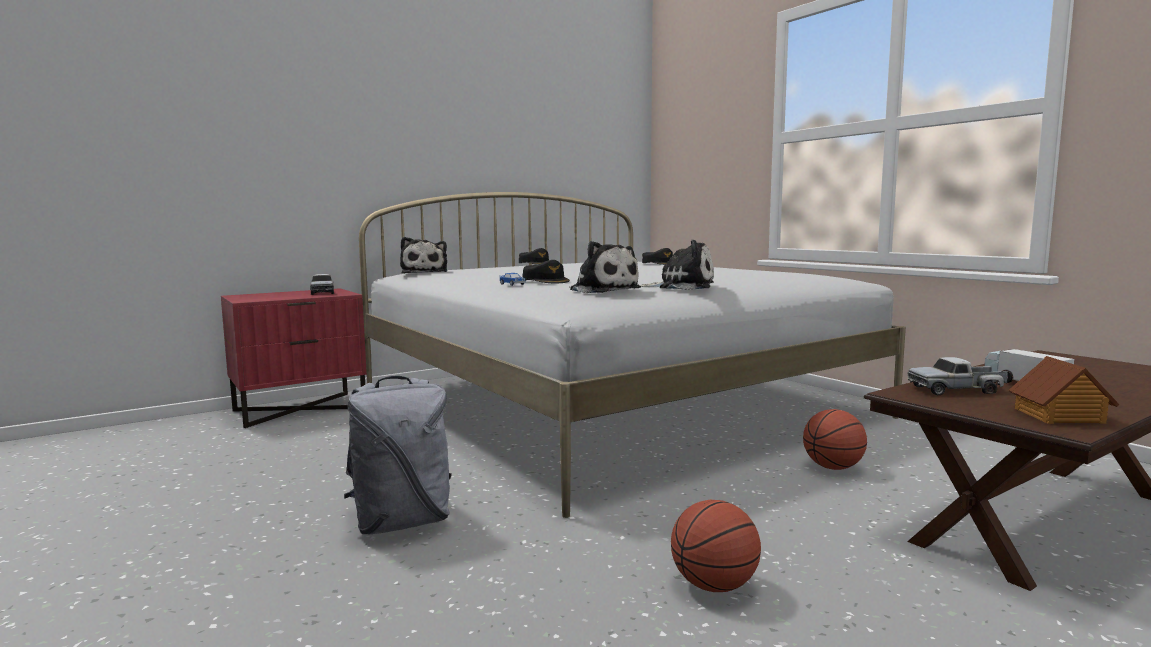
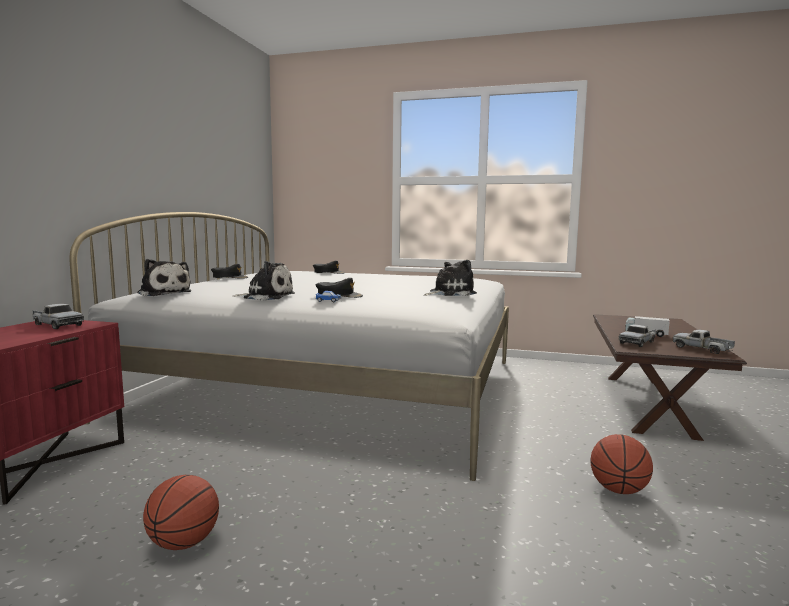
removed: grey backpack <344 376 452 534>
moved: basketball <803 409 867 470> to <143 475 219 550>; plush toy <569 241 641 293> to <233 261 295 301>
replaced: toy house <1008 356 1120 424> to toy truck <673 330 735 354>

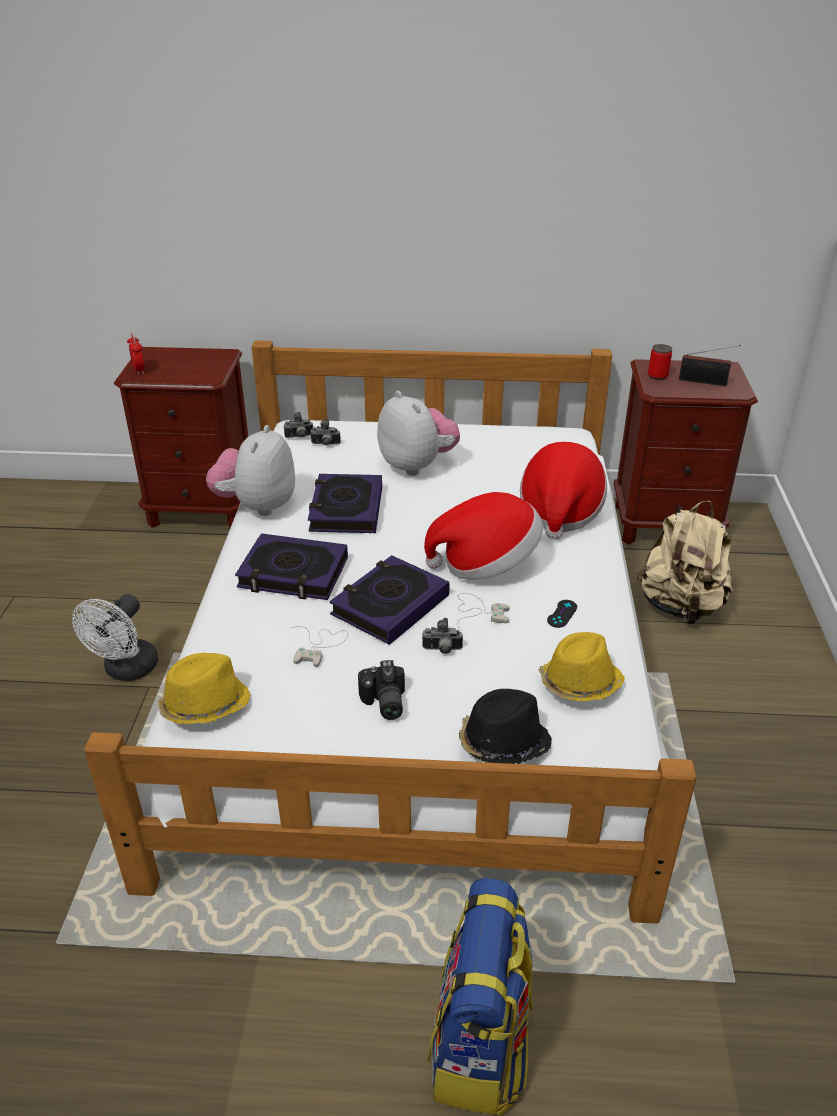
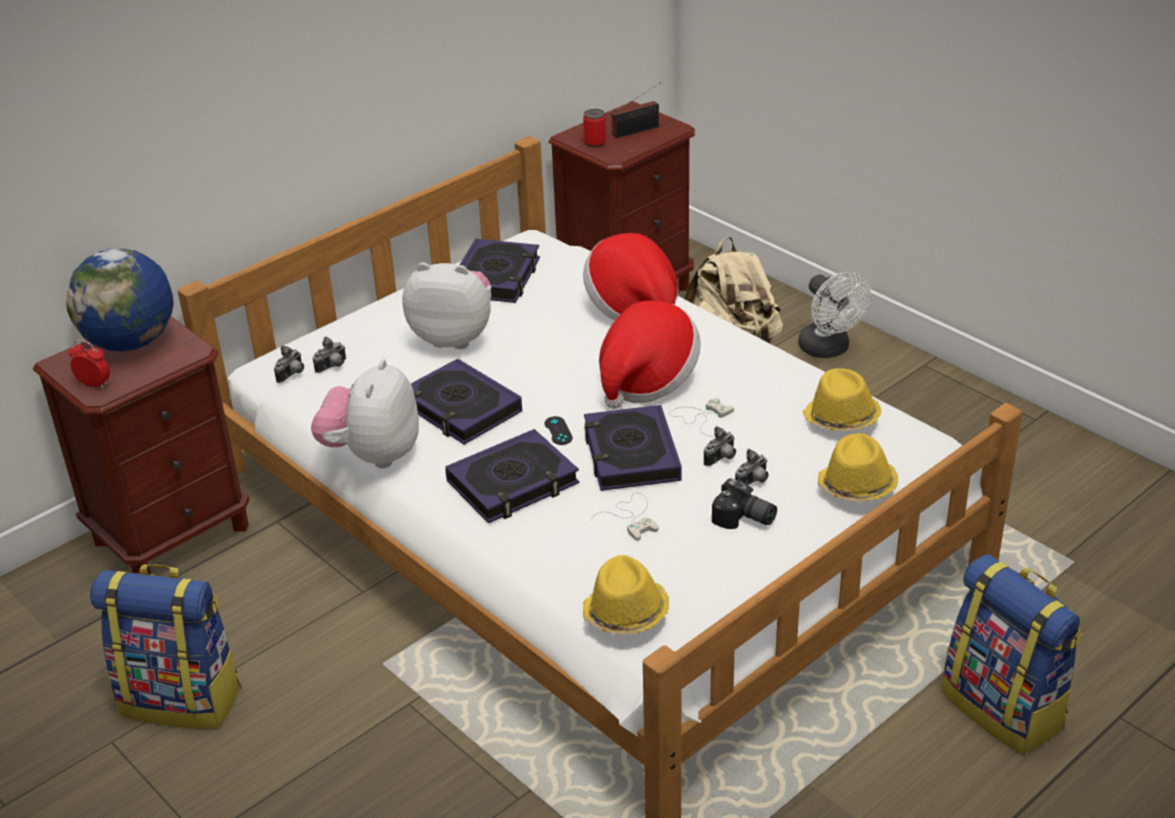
added: globe <66 248 174 352>; backpack <90 564 241 729>; book <460 239 540 303>; photo camera <735 449 769 485>
moved: black game controller <547 600 577 628> to <545 416 573 445>; white fan <72 594 158 681> to <798 272 871 358>
recoloured: black hat <459 689 552 764> to yellow hat <817 433 898 502>
turned: plush toy <206 425 295 516> = <311 359 419 468> 45 degrees clockwise

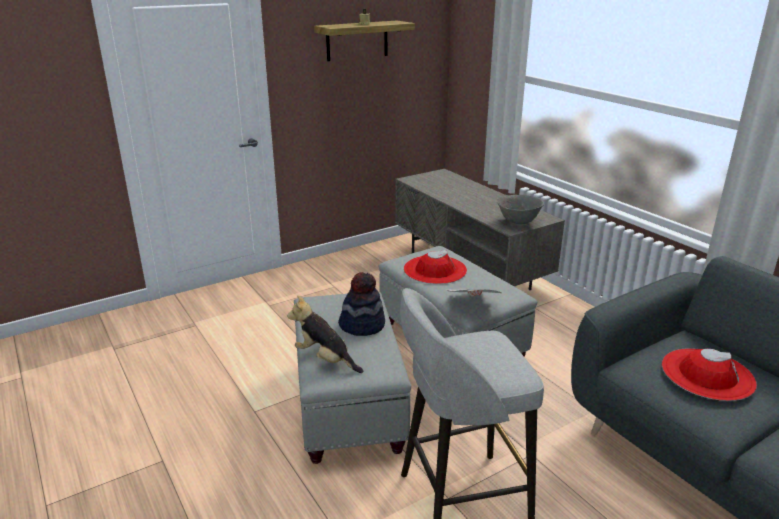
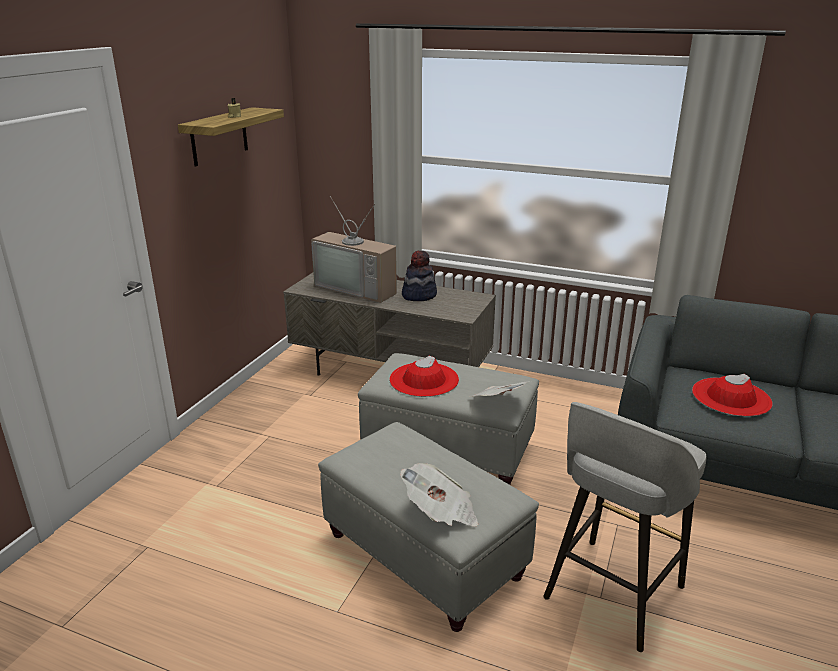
removed: grey bowl <497 195 544 224>
added: television <311 196 397 303>
moved: hat <338 272 385 336> to <402 251 437 301>
replaced: plush toy <287 295 363 373> to newspaper <400 463 478 526>

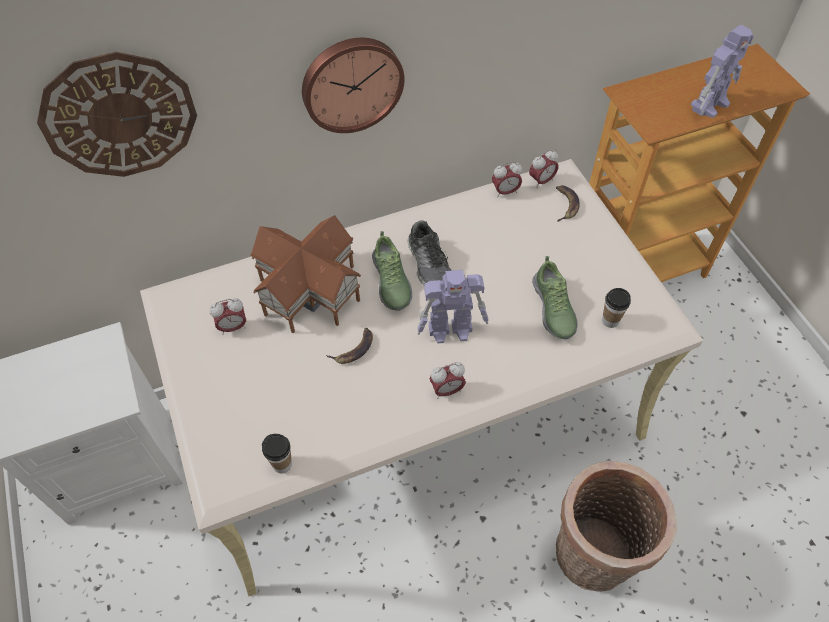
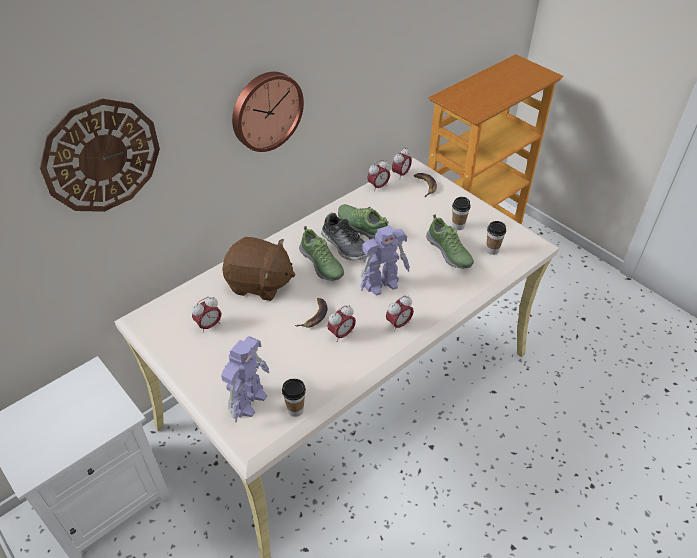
removed: basket <556 461 677 592>
added: alarm clock <327 305 356 342>; shoe <338 204 389 240>; cup <452 197 470 230>
moved: toy robot <691 25 754 118> to <221 336 269 422>
replaced: toy house <250 215 361 333> to brown plush toy <222 237 295 301>

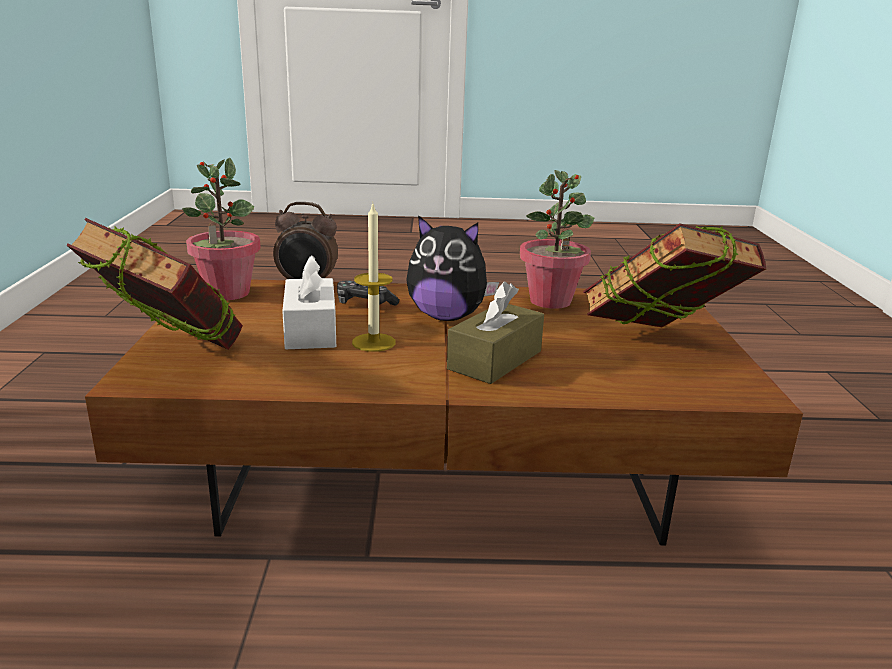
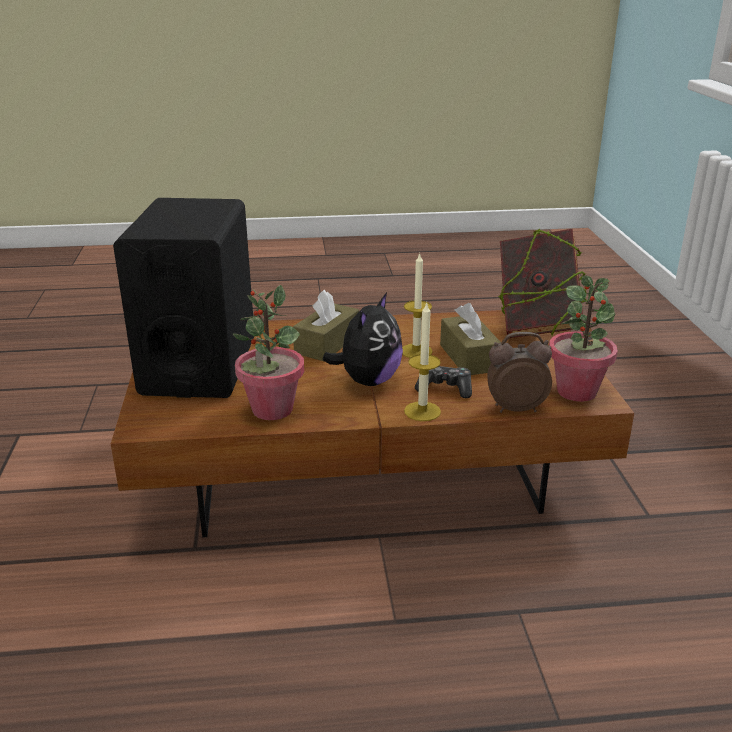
added: candle <404 301 441 421>
replaced: book <583 223 766 327> to black speaker <113 198 254 398>
recoloured: white tissue box <282 255 336 349> to brown tissue box <440 303 501 375>
turned: plush toy <406 215 499 321> = <323 293 403 386> 105 degrees clockwise

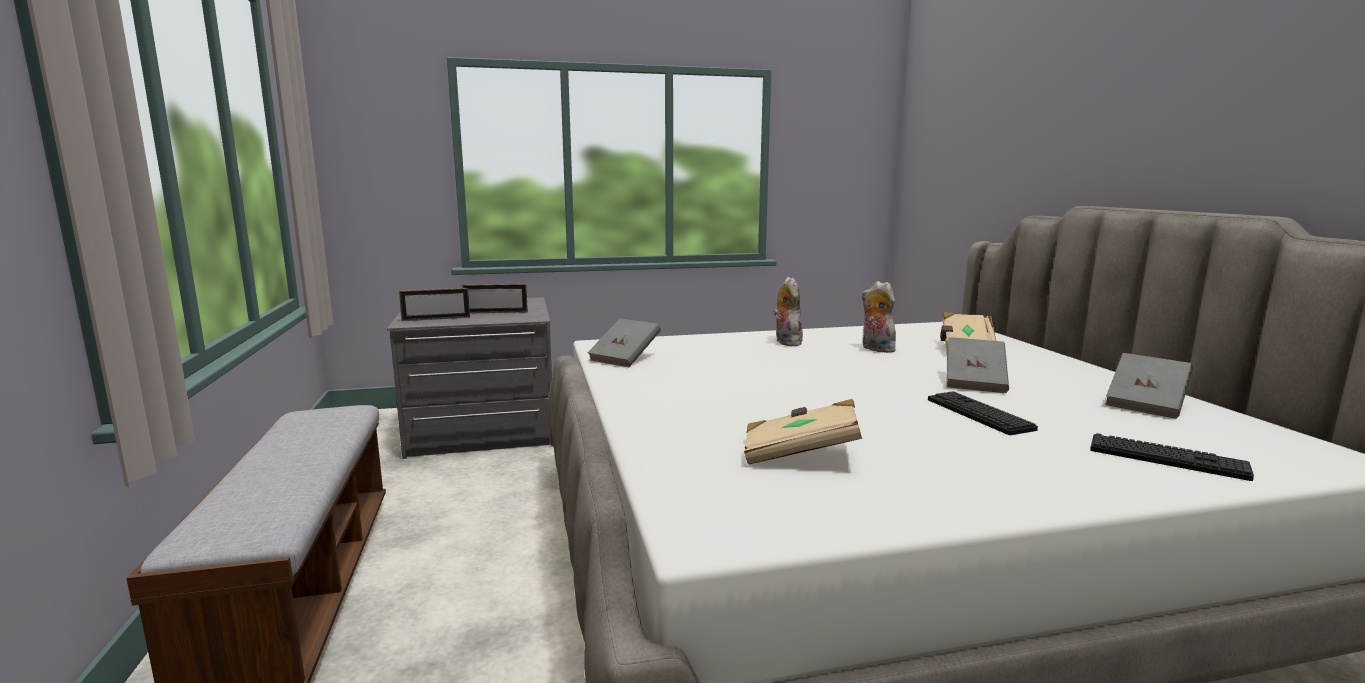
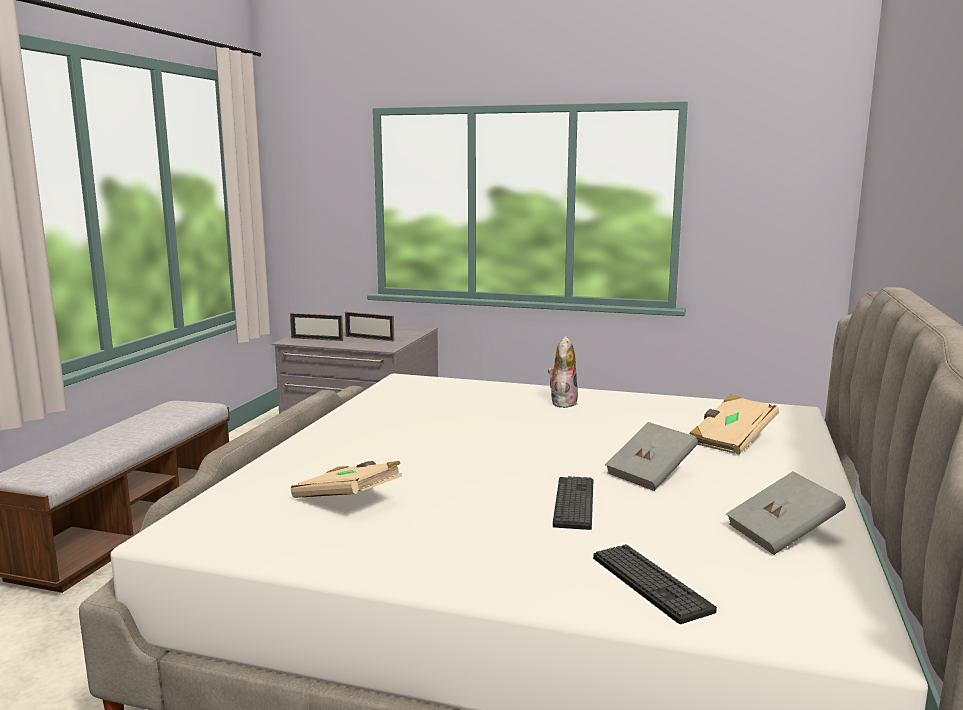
removed: grey book <587 318 661 367>; plush toy <862 281 896 353>

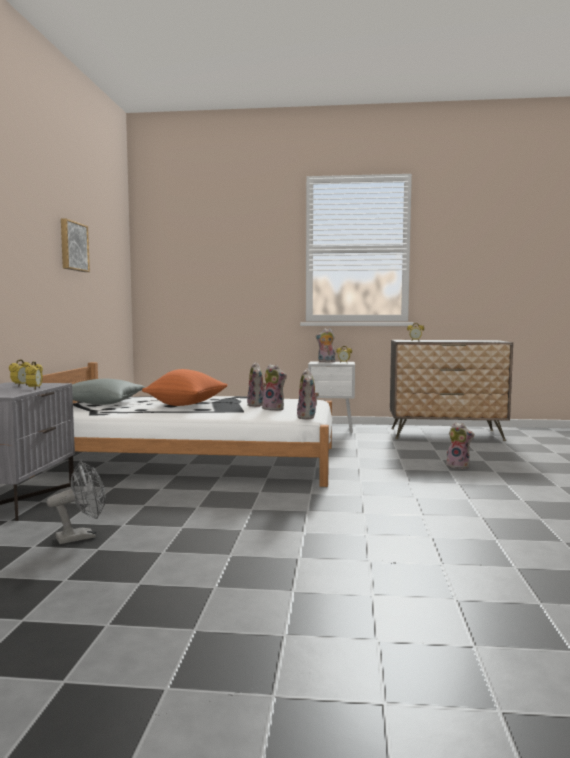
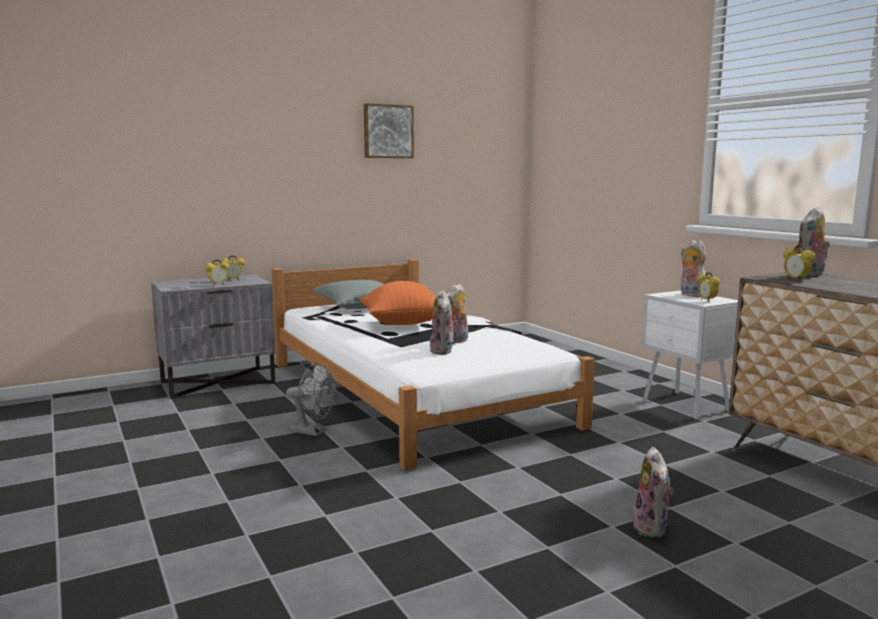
moved: grey fan <47 461 105 544> to <286 363 336 436>; plush toy <297 368 319 420> to <797 207 830 276>

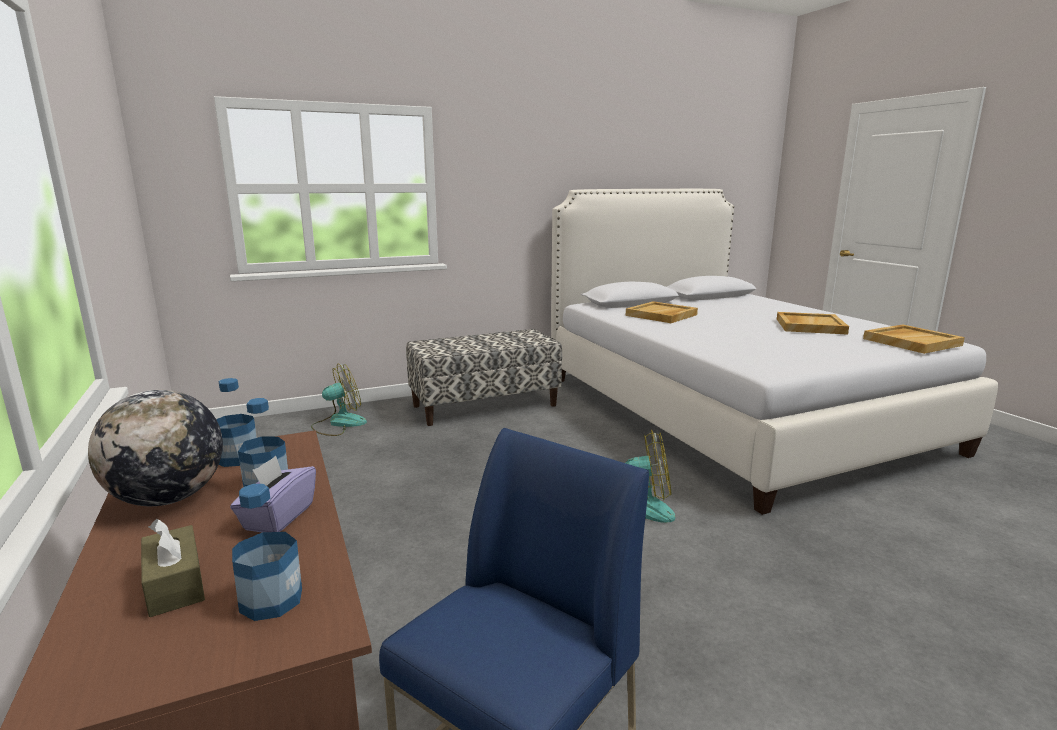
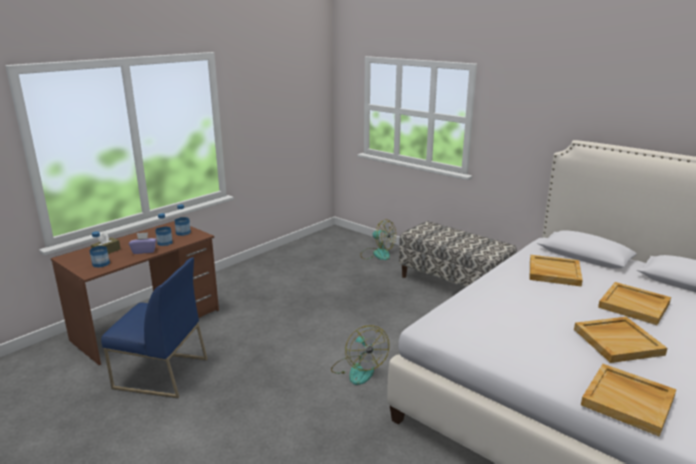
removed: globe <88 390 223 506>
added: beige tray <598 282 671 325>

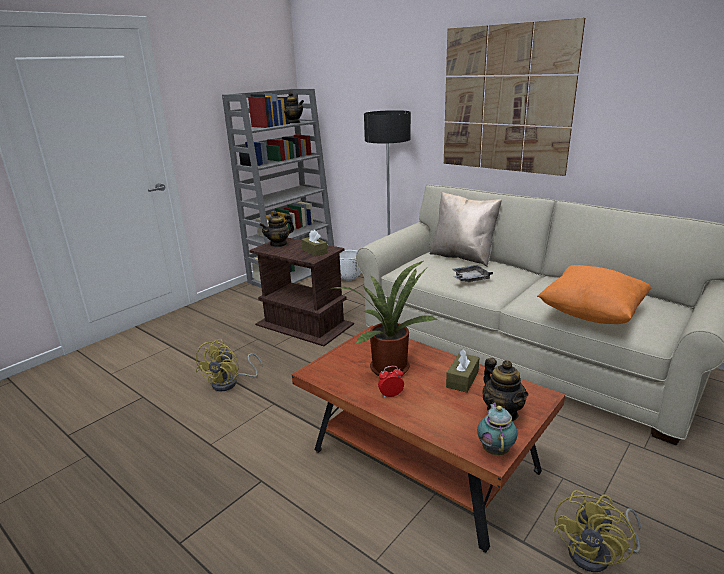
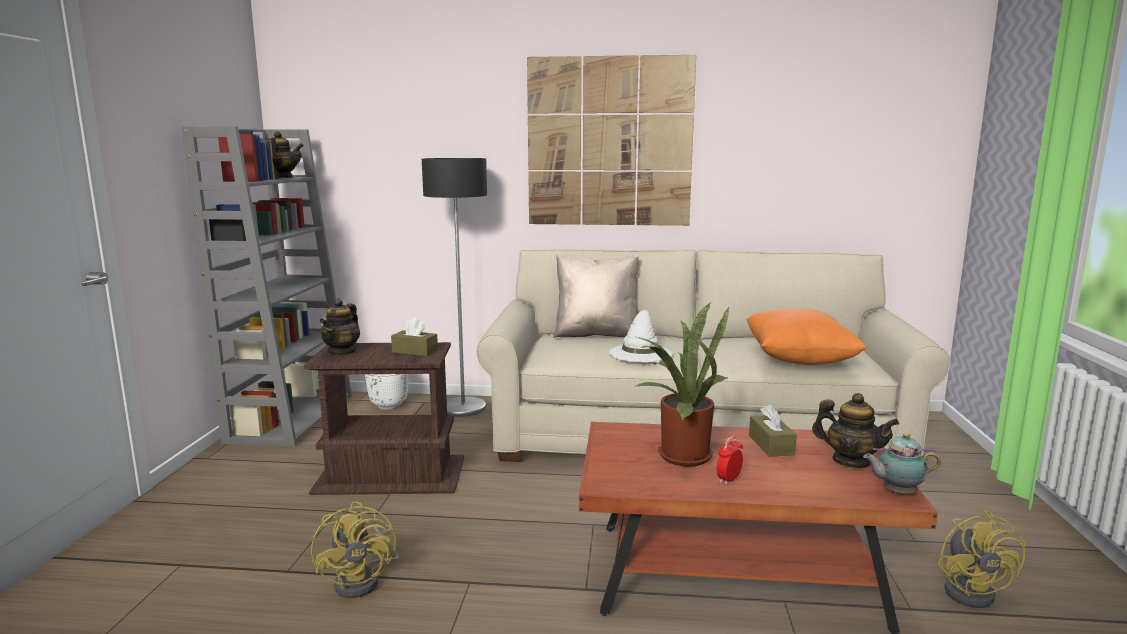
replaced: grey tray <452 265 493 282> to white hat <609 310 672 362>
turned: teapot <477 402 517 455> = <863 433 941 494> 60 degrees counterclockwise

